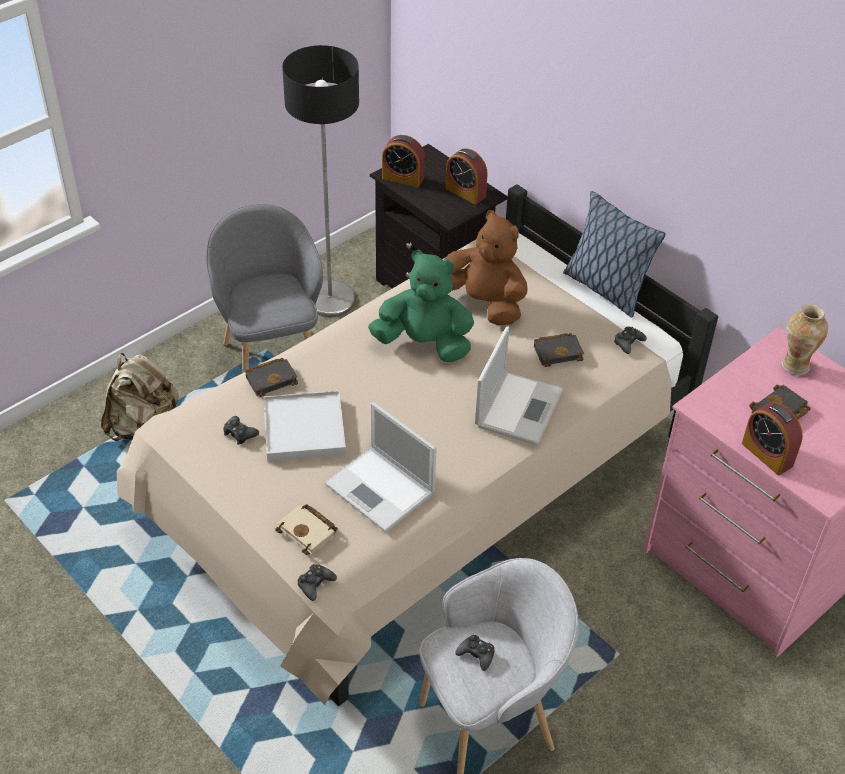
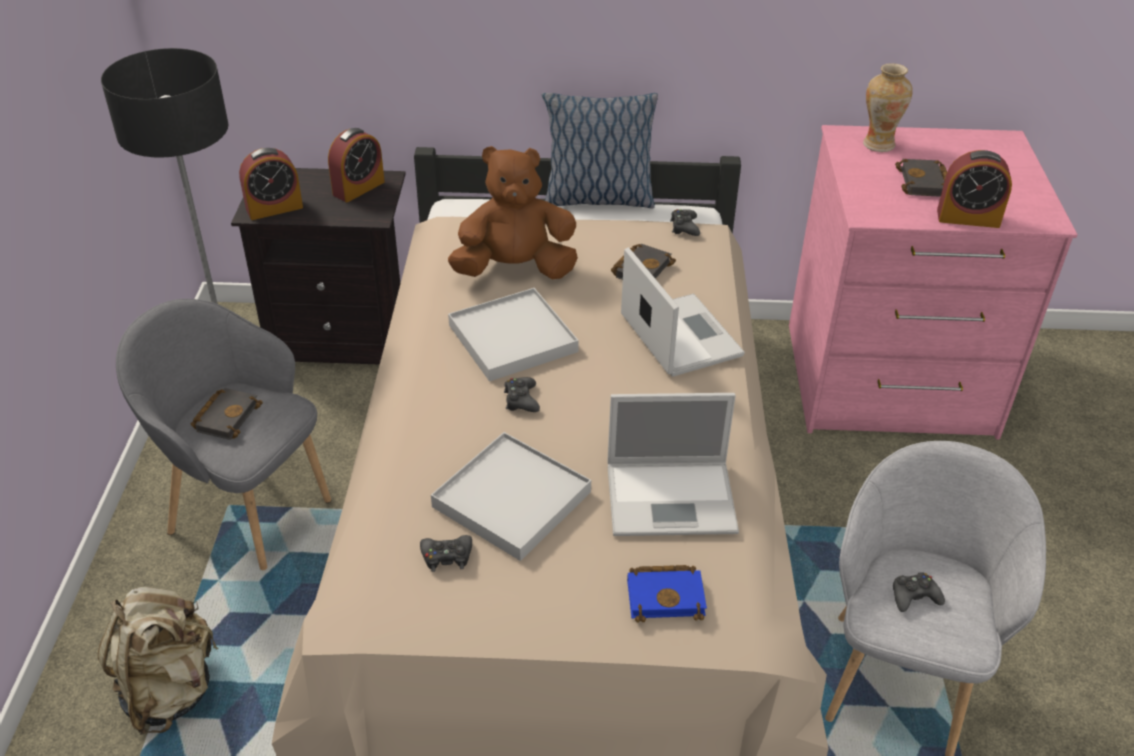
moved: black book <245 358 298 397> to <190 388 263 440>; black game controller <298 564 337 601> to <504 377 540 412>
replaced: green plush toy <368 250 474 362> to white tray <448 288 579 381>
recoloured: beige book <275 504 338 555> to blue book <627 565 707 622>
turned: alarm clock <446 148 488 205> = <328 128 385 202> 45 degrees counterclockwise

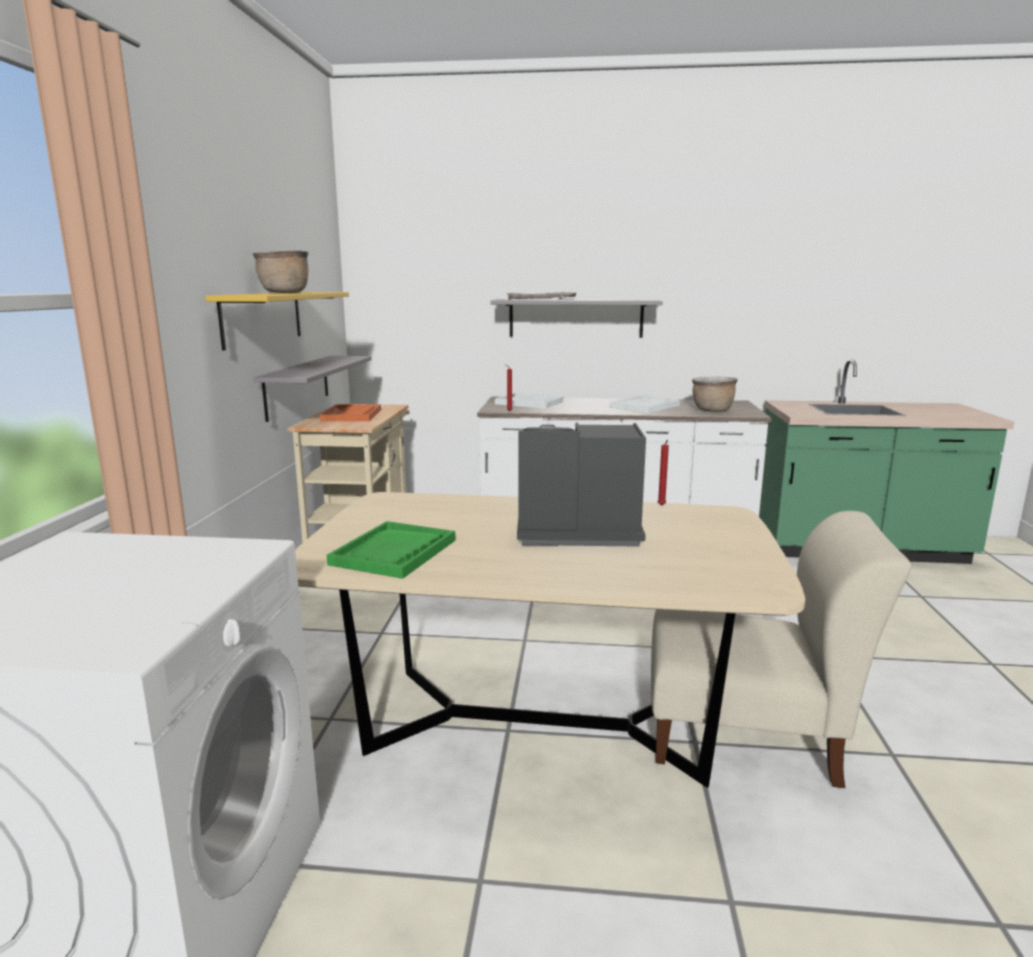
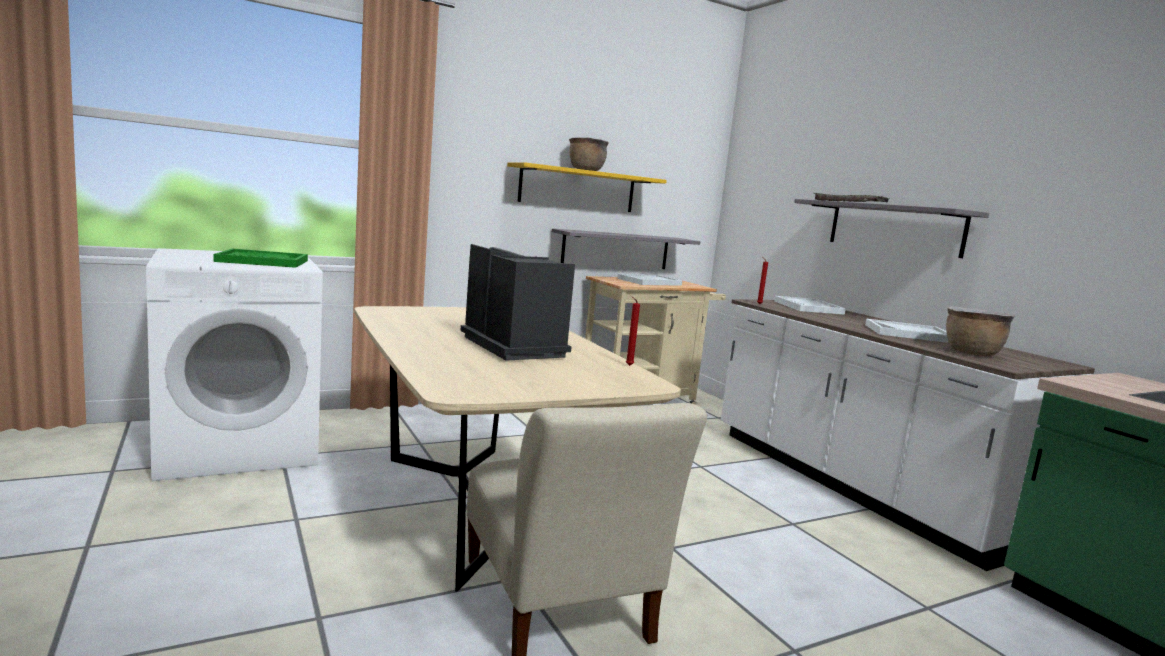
moved: green tray <327 521 455 579> to <214 249 308 268>
recoloured: orange tray <320 404 381 421> to white tray <617 274 682 286>

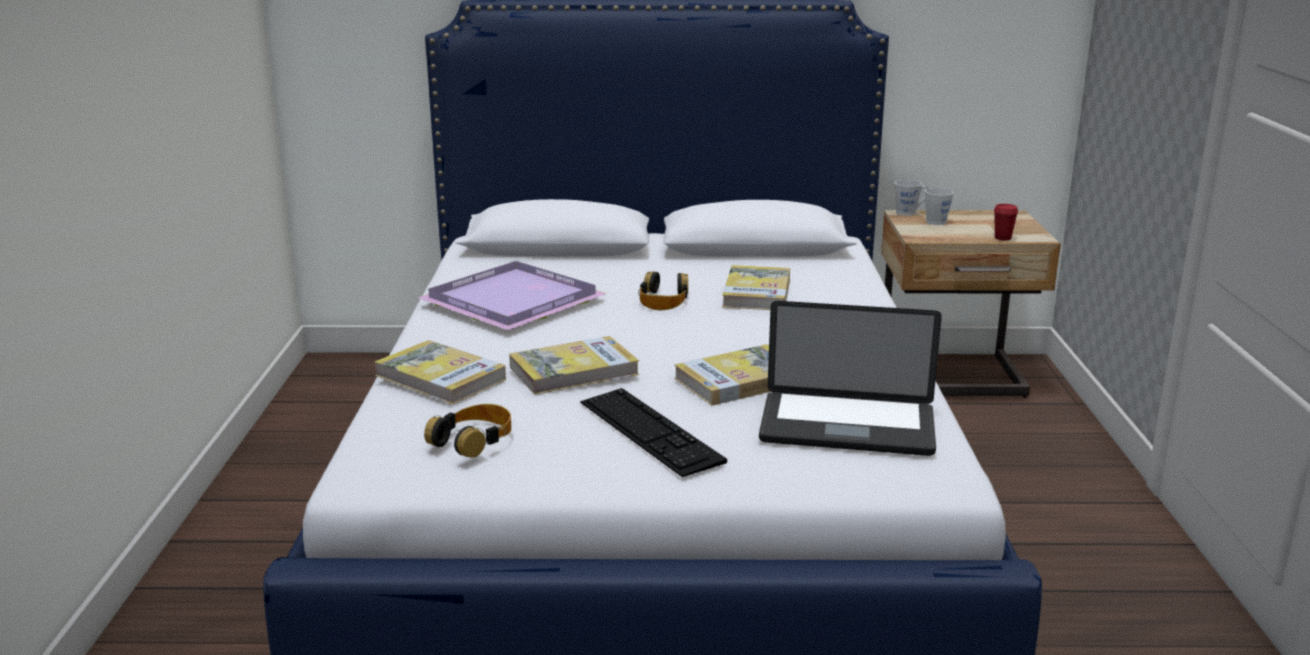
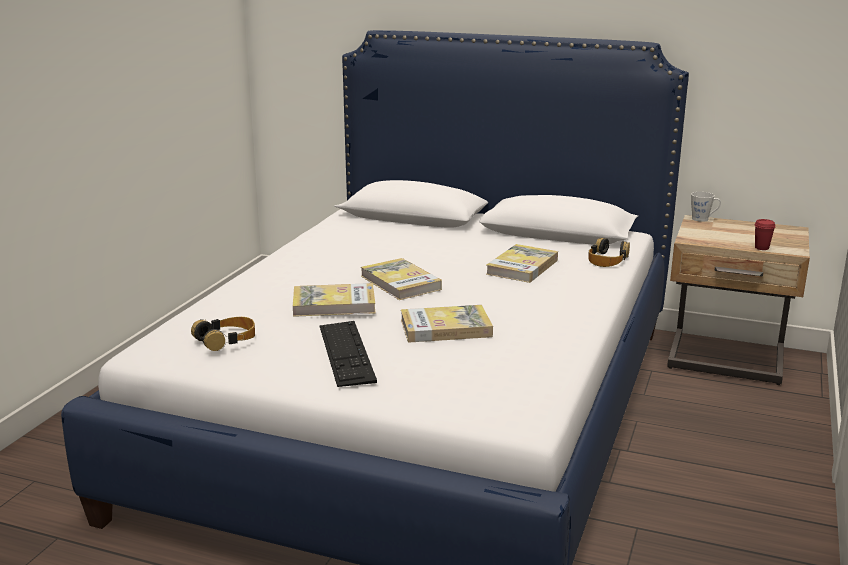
removed: purple tray <418 261 607 330>; laptop <759 301 942 456>; grey mug <925 188 954 225>
moved: book <374 340 506 405> to <361 258 442 300>; headphones <640 272 688 310> to <588 238 630 267>

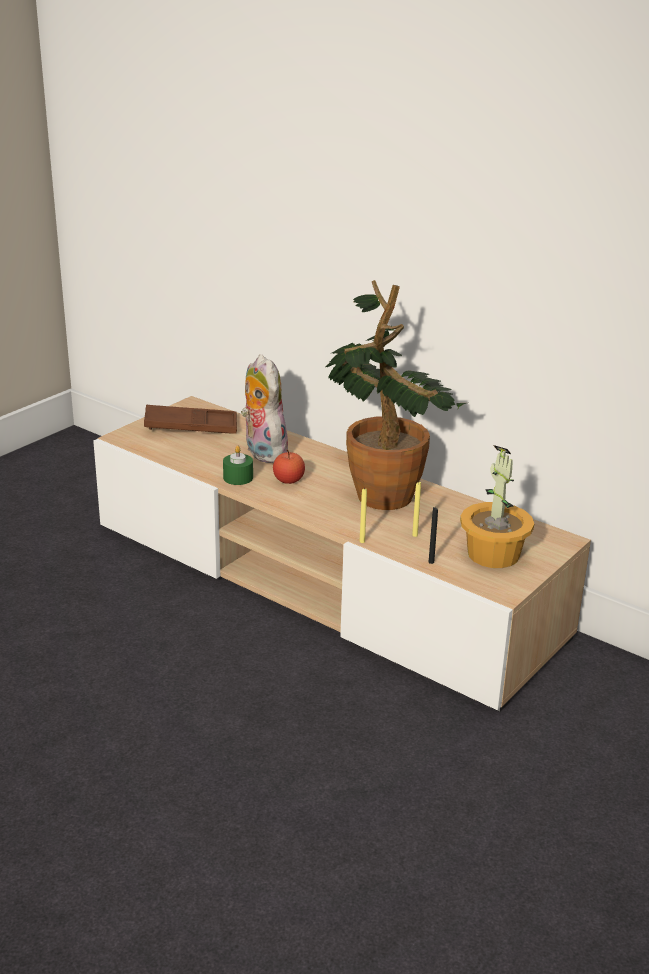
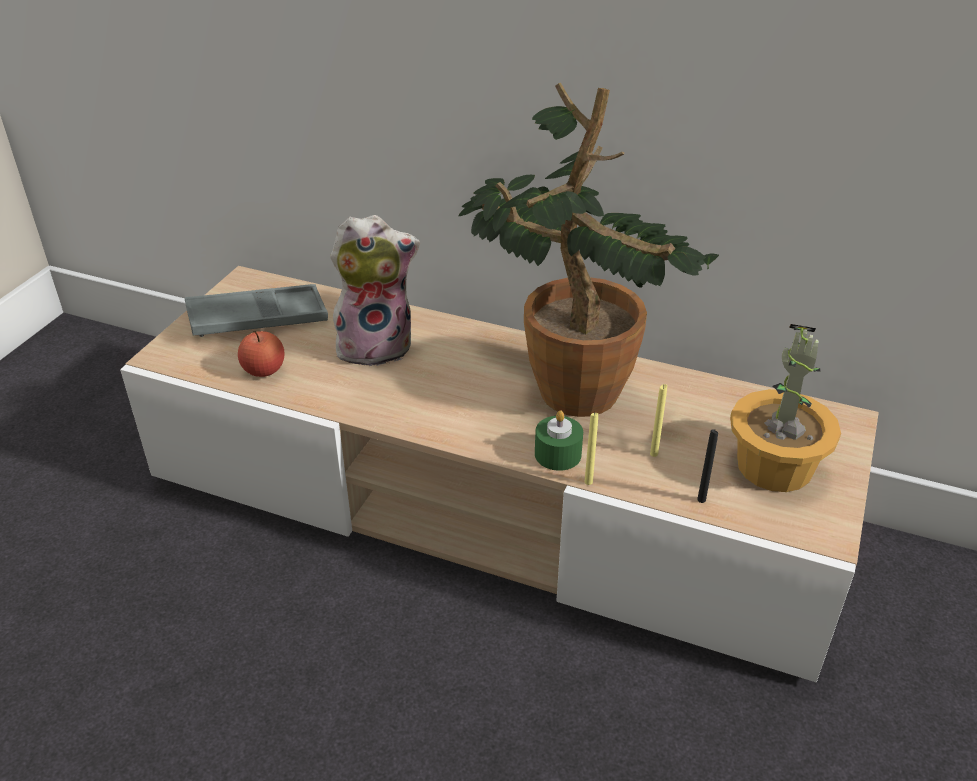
moved: apple <273 450 305 484> to <238 331 284 377>; green candle <223 446 253 485> to <535 410 583 471>
recoloured: brown tray <144 405 237 434> to grey tray <185 284 328 337>
turned: plush toy <241 354 288 463> = <330 215 420 366> 120 degrees clockwise

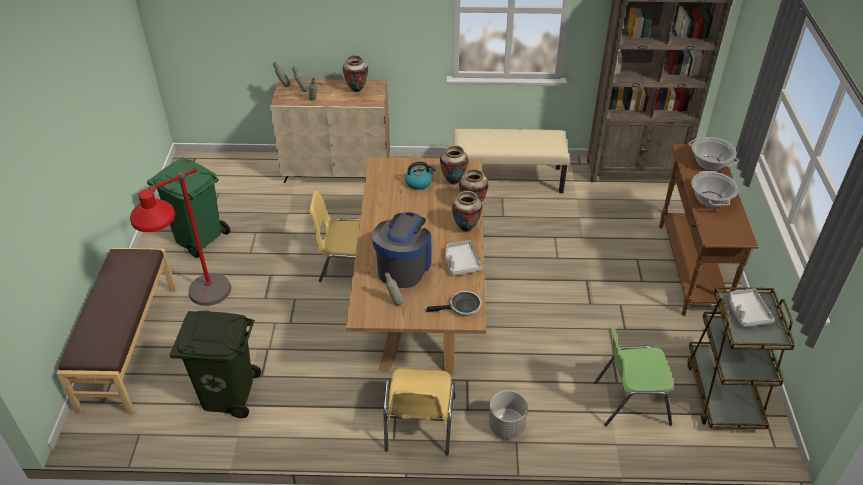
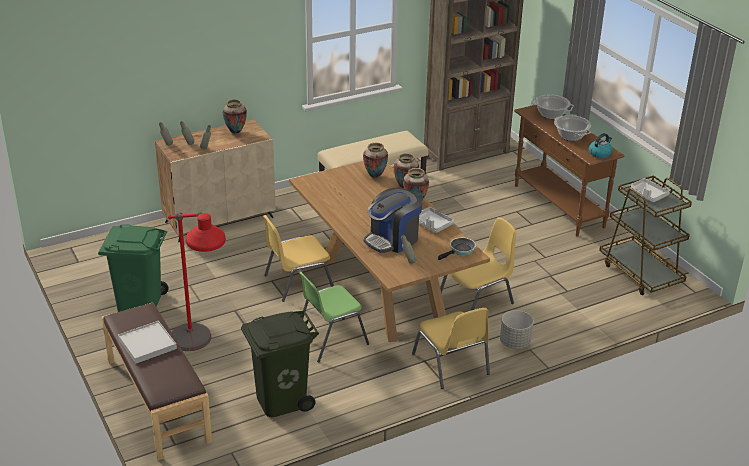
added: white tray <118 321 177 364>; yellow chair <440 217 517 310>
moved: green chair <594 328 674 427> to <299 272 369 362>; kettle <405 162 436 190> to <589 133 613 158>
turned: coffee machine <372 212 431 288> = <364 188 422 253> 120 degrees counterclockwise

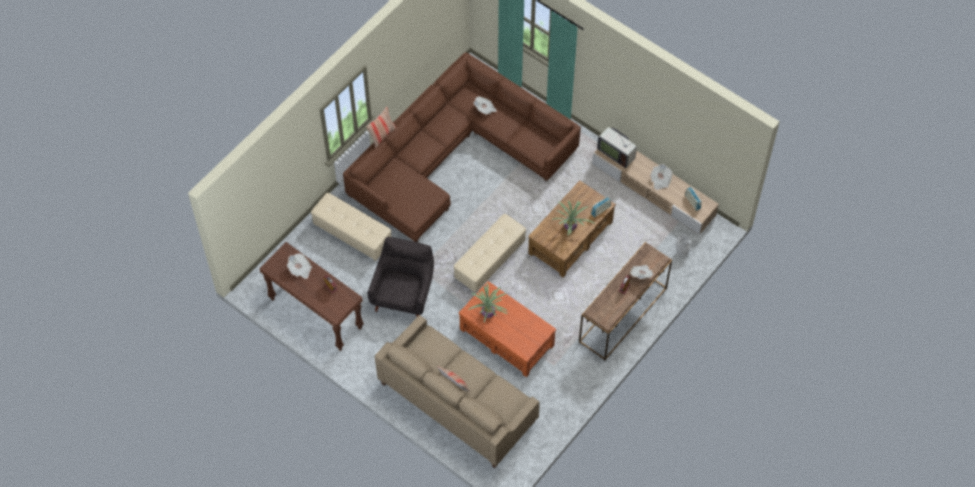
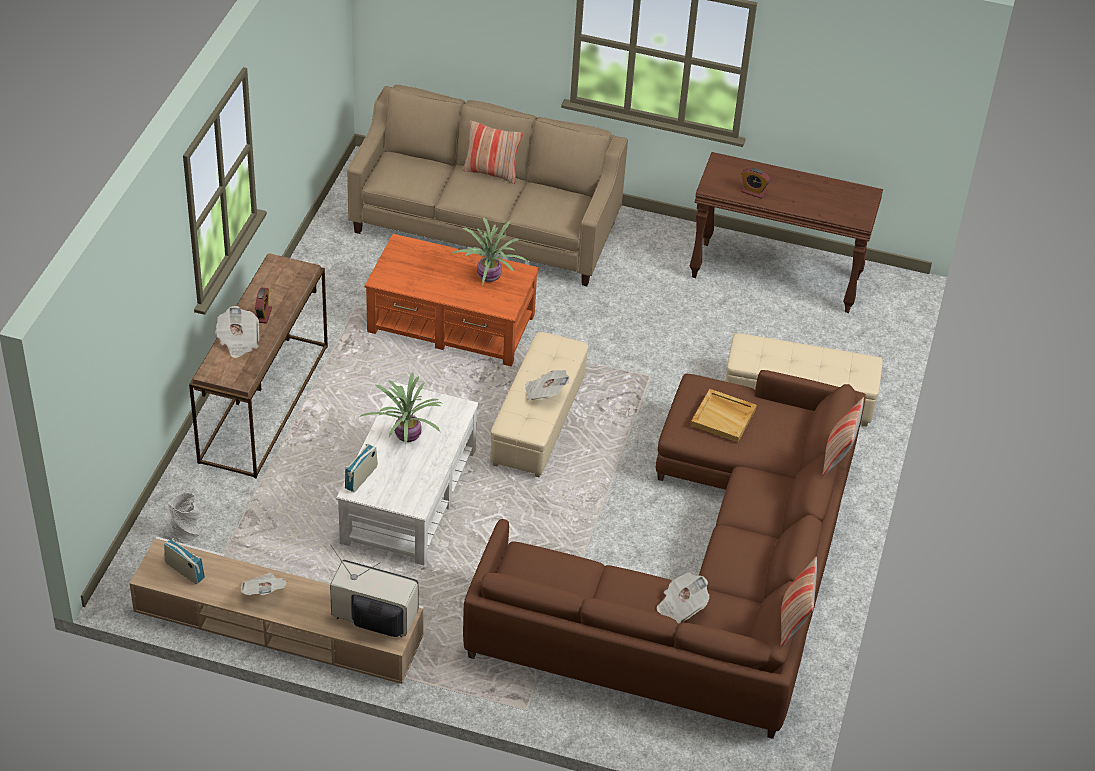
removed: grey armchair <368 237 434 317>
added: beige tray <691 389 757 442>; pillow <781 557 817 647>
moved: newspaper <287 253 312 279> to <525 370 570 400>
recoloured: brown coffee table <528 180 616 277> to white coffee table <336 382 479 565>

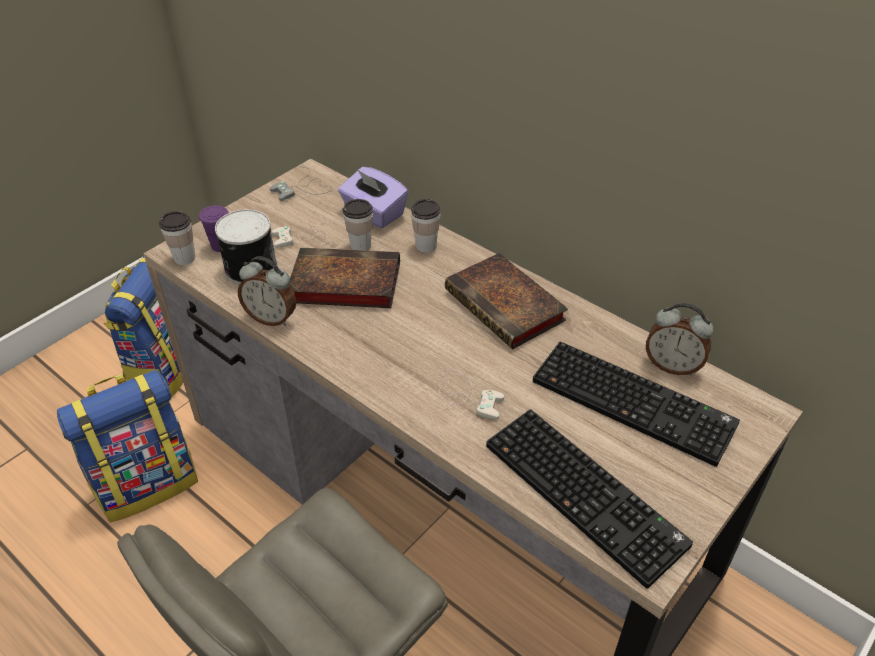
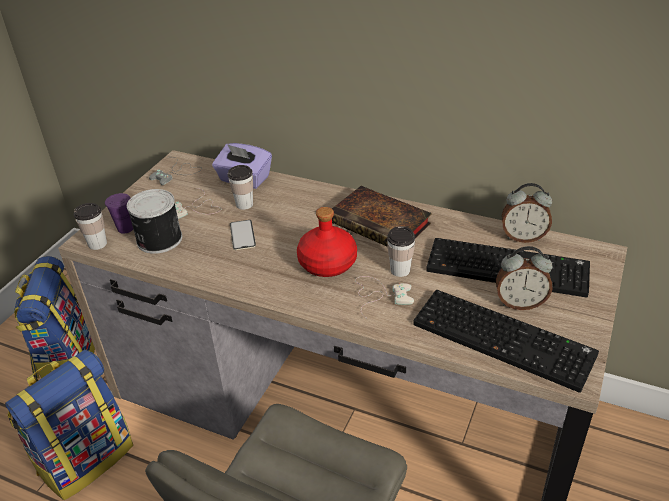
added: red bottle <297 207 357 277>
moved: cup <411 199 440 253> to <387 226 415 277>; alarm clock <238 256 296 326> to <496 246 553 310>
replaced: book <289 247 400 308> to phone <230 220 256 250>

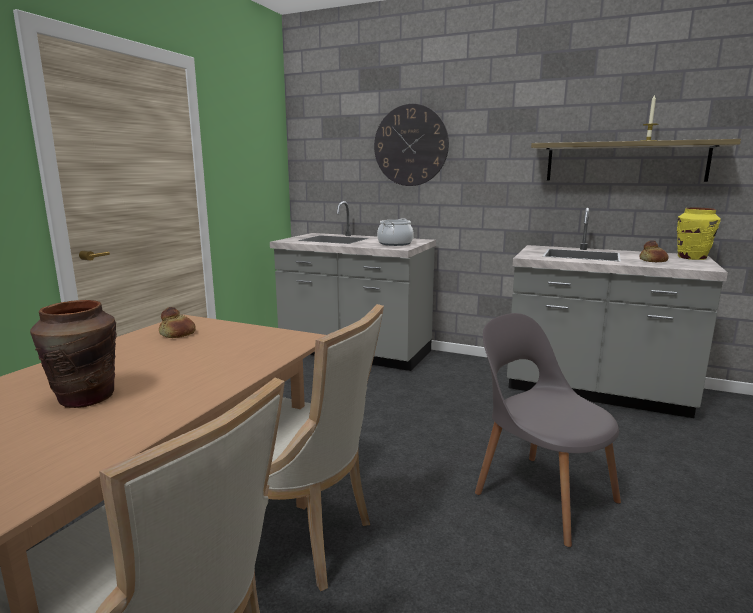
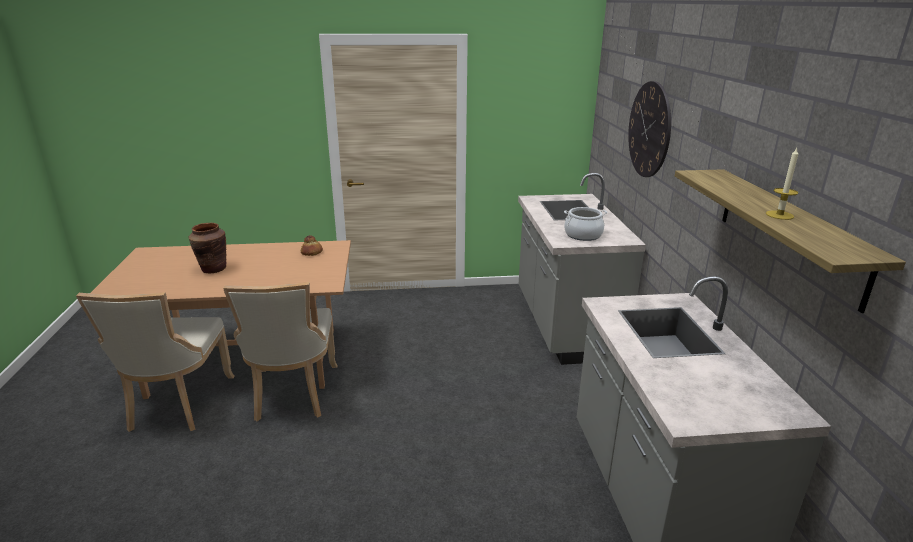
removed: grey chair <475 313 621 547>; bread <639 240 668 262>; yellow vase <677 207 721 260>

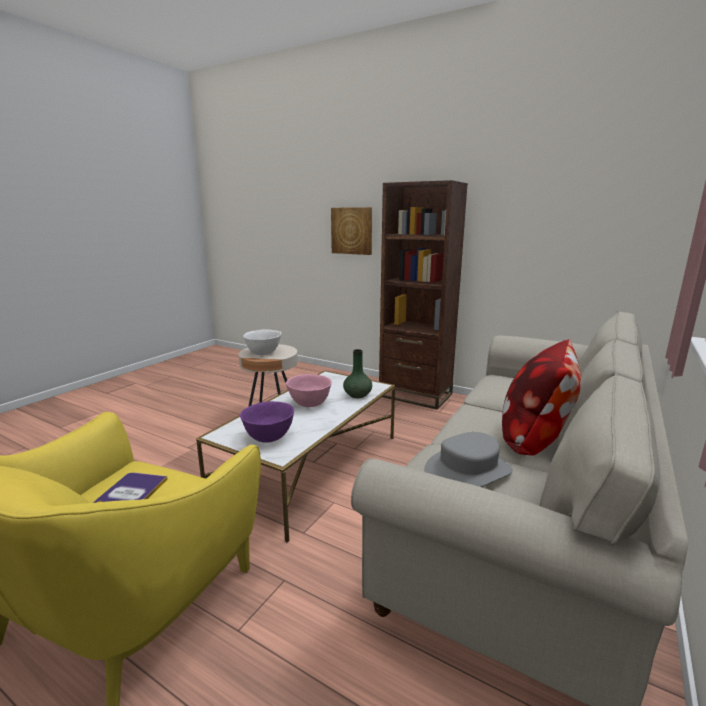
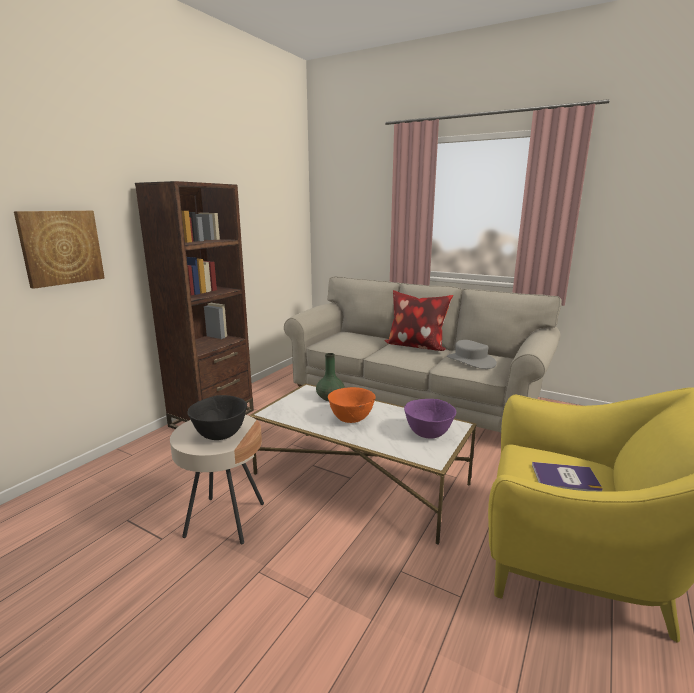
recoloured: white bowl <243 329 282 355> to black bowl <188 395 247 440>; pink bowl <286 374 332 407> to orange bowl <328 387 376 423>

